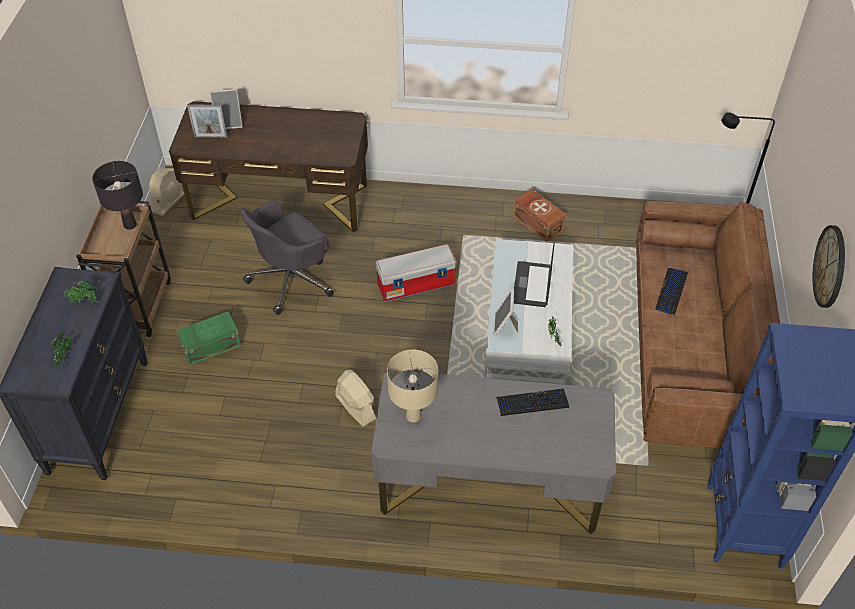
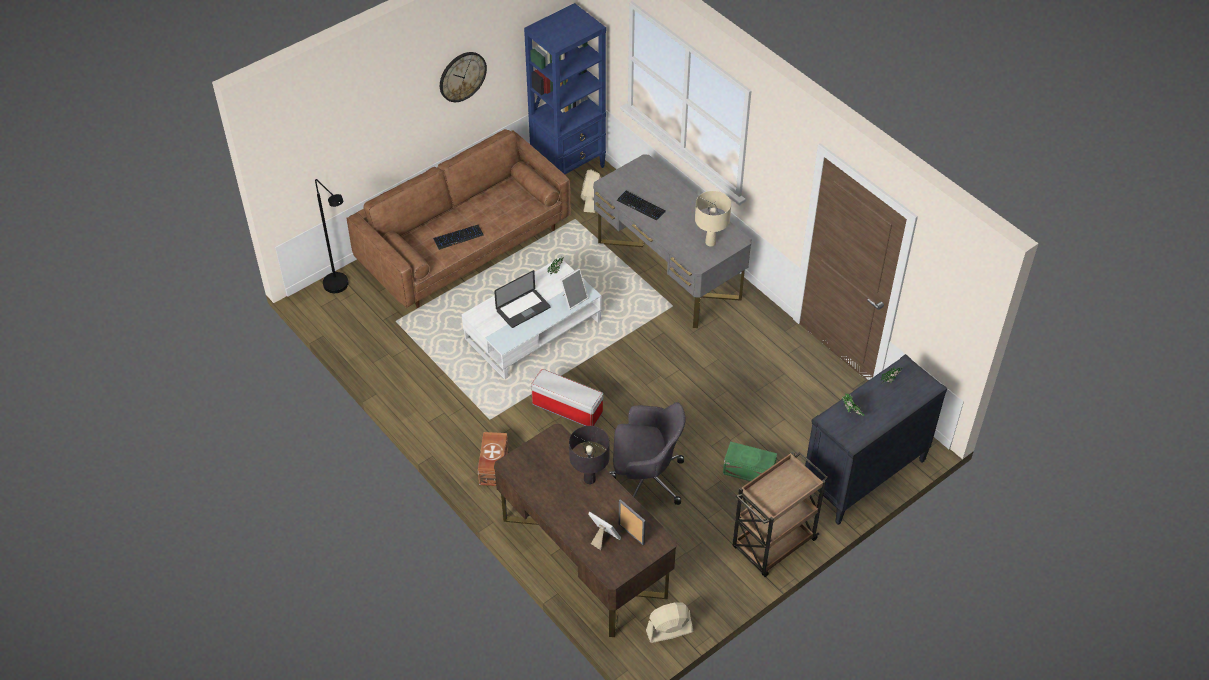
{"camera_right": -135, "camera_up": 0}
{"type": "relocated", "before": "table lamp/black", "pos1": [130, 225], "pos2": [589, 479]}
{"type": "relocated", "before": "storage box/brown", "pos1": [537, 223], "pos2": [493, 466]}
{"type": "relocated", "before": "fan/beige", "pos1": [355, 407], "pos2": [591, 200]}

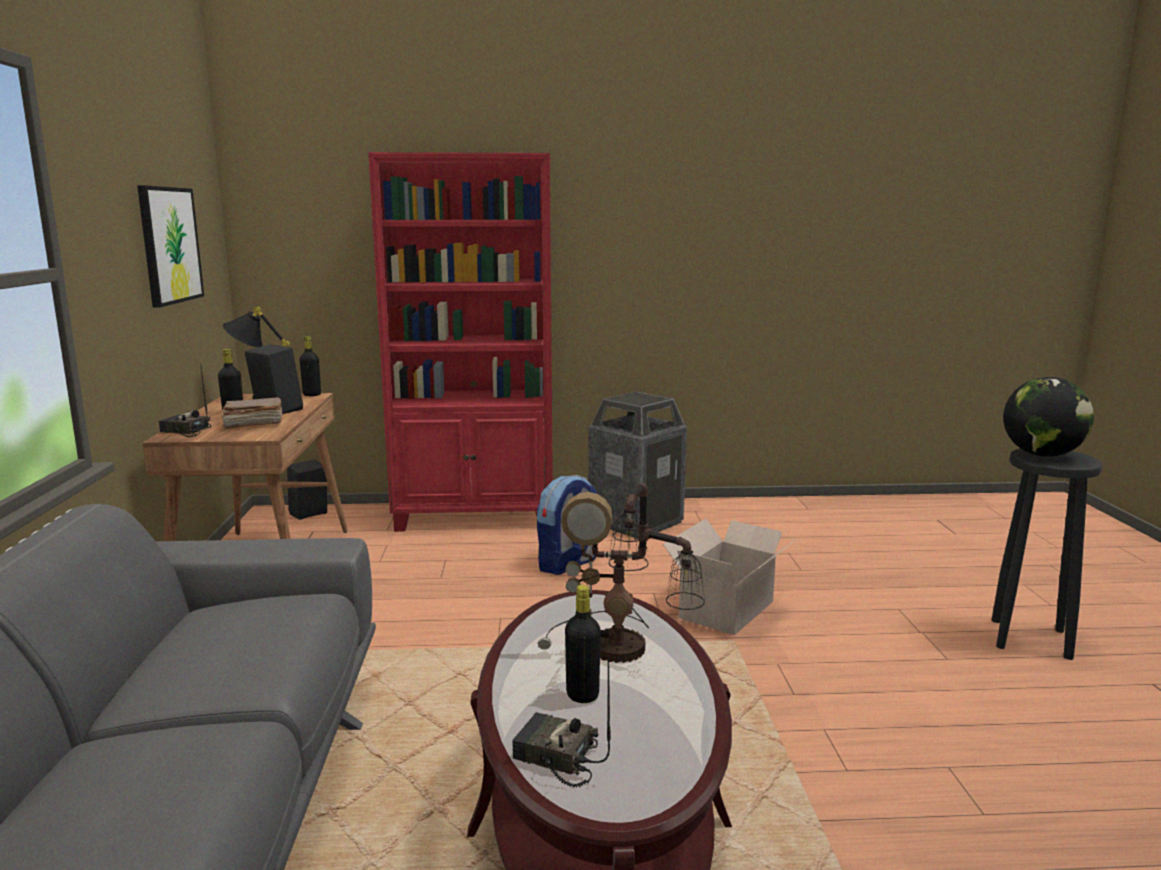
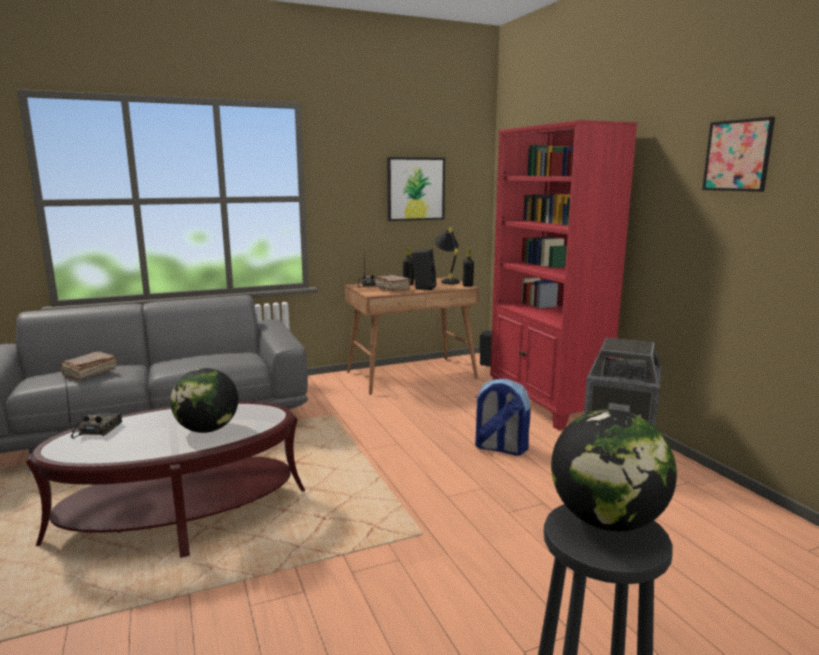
{"camera_right": 70, "camera_up": 0}
{"type": "exchanged", "before": "table lamp", "after": "globe", "pos1": [620, 651], "pos2": [207, 429]}
{"type": "missing", "before": "cardboard box", "pos1": [728, 608]}
{"type": "missing", "before": "bottle/black", "pos1": [582, 695]}
{"type": "appeared", "after": "picture", "pos2": [737, 155]}
{"type": "appeared", "after": "book/brown", "pos2": [89, 373]}

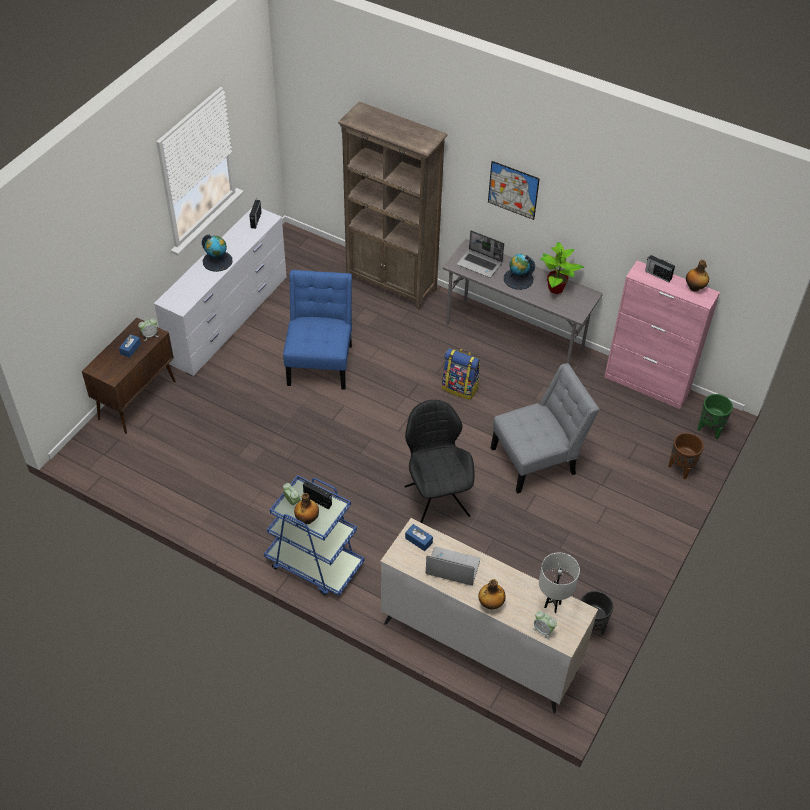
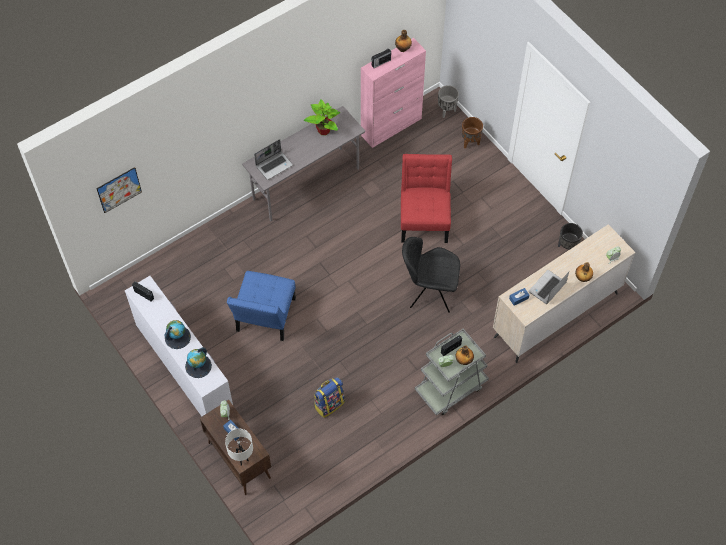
{"camera_right": -65, "camera_up": 10}
{"type": "missing", "before": "bookcase/brown", "pos1": [391, 283]}
{"type": "relocated", "before": "picture", "pos1": [513, 190], "pos2": [119, 190]}
{"type": "relocated", "before": "globe", "pos1": [518, 279], "pos2": [198, 366]}
{"type": "spun", "before": "chair/blue", "pos1": [320, 361], "pos2": [264, 318], "turn": -105}
{"type": "relocated", "before": "backpack", "pos1": [460, 388], "pos2": [329, 404]}
{"type": "colour", "before": "chair/grey", "after": "chair/red", "pos1": [537, 459], "pos2": [424, 219]}
{"type": "colour", "before": "planter/green", "after": "planter/grey", "pos1": [709, 430], "pos2": [447, 111]}
{"type": "colour", "before": "cart/blue", "after": "cart/grey", "pos1": [314, 564], "pos2": [450, 388]}
{"type": "relocated", "before": "table lamp/white", "pos1": [552, 605], "pos2": [242, 459]}

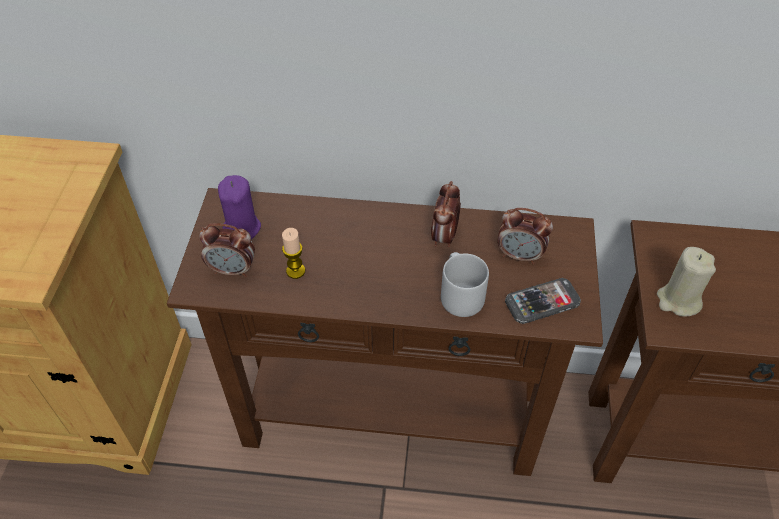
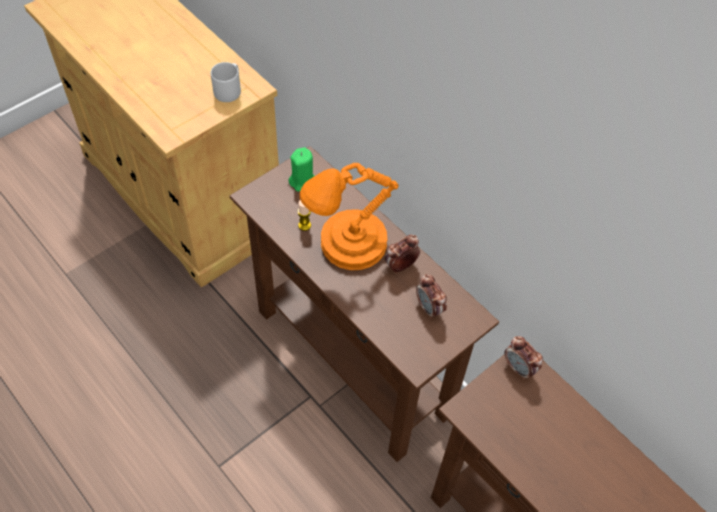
{"camera_right": 40, "camera_up": 5}
{"type": "colour", "before": "candle/purple", "after": "candle/green", "pos1": [241, 228], "pos2": [302, 181]}
{"type": "relocated", "before": "alarm clock", "pos1": [233, 270], "pos2": [519, 368]}
{"type": "missing", "before": "candle/beige", "pos1": [678, 300]}
{"type": "relocated", "before": "mug/grey", "pos1": [460, 295], "pos2": [229, 90]}
{"type": "missing", "before": "phone", "pos1": [542, 302]}
{"type": "appeared", "after": "table lamp/orange", "pos2": [348, 245]}

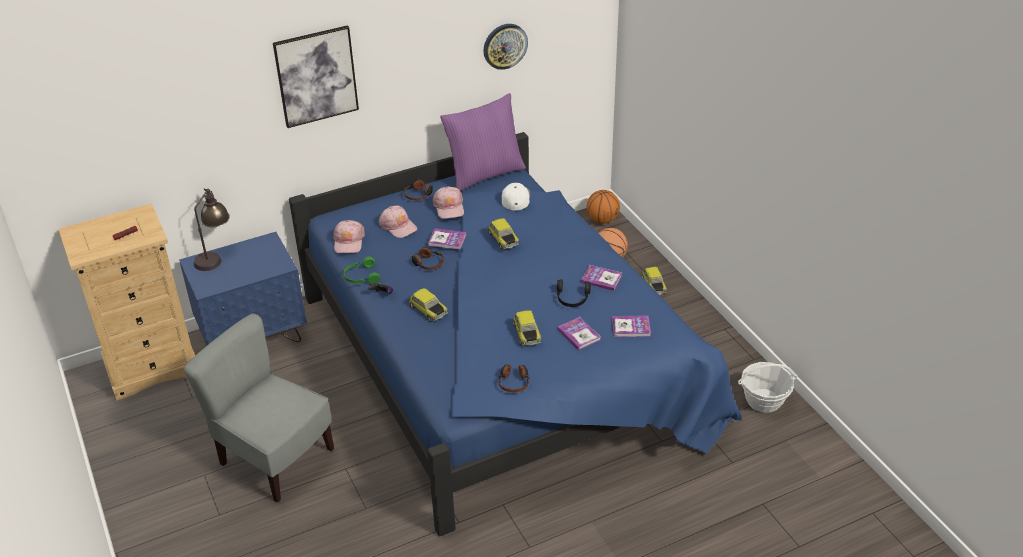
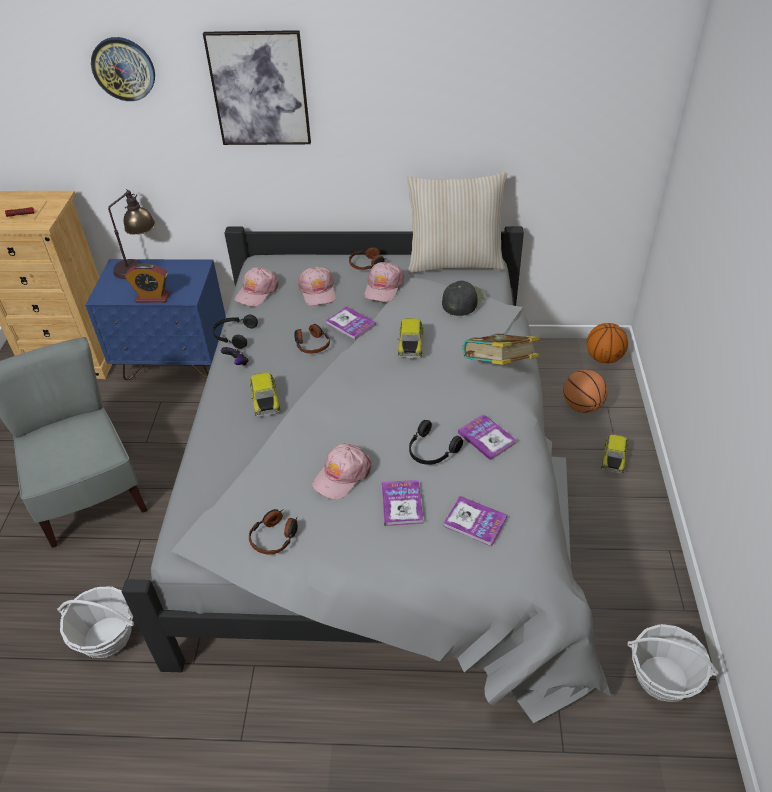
{"camera_right": 30, "camera_up": 5}
{"type": "relocated", "before": "wall clock", "pos1": [505, 46], "pos2": [123, 69]}
{"type": "colour", "before": "pillow/purple", "after": "pillow/beige", "pos1": [484, 173], "pos2": [455, 262]}
{"type": "colour", "before": "bed/blue", "after": "bed/grey", "pos1": [504, 363], "pos2": [381, 487]}
{"type": "colour", "before": "cap/white", "after": "cap/black", "pos1": [515, 198], "pos2": [463, 300]}
{"type": "colour", "before": "headphones/green", "after": "headphones/black", "pos1": [361, 277], "pos2": [234, 335]}
{"type": "exchanged", "before": "toy car", "after": "cap/pink", "pos1": [526, 333], "pos2": [341, 475]}
{"type": "appeared", "after": "alarm clock", "pos2": [153, 297]}
{"type": "appeared", "after": "book", "pos2": [498, 368]}
{"type": "appeared", "after": "basket", "pos2": [107, 637]}

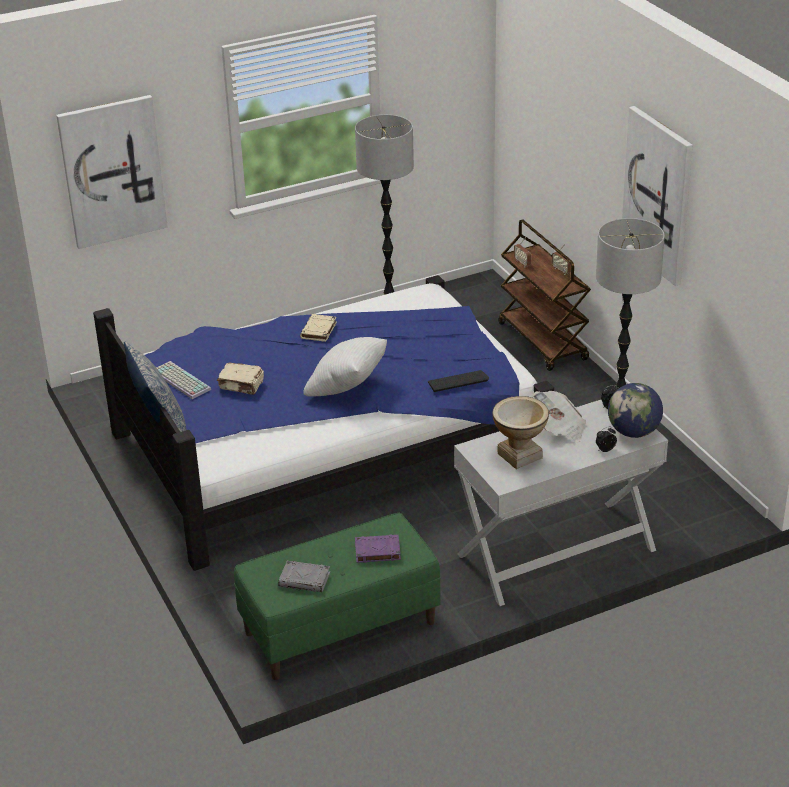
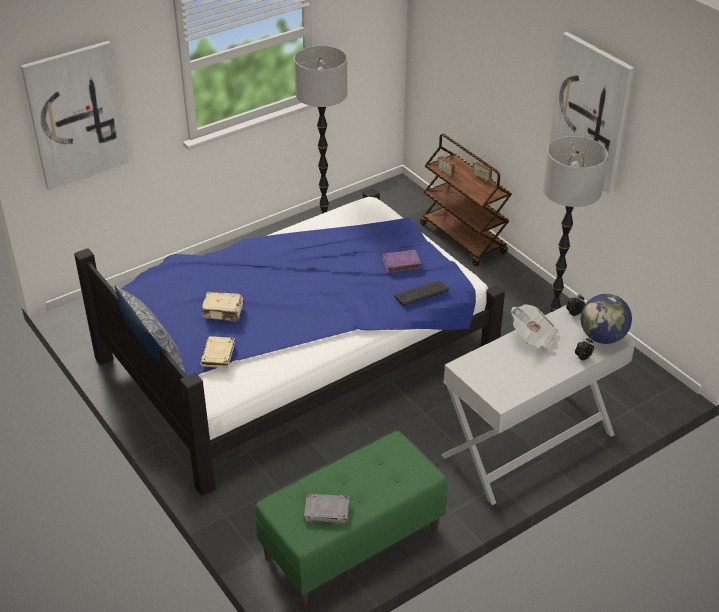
{"camera_right": -10, "camera_up": 5}
{"type": "relocated", "before": "book/beige", "pos1": [318, 331], "pos2": [218, 355]}
{"type": "missing", "before": "pillow/white", "pos1": [347, 388]}
{"type": "missing", "before": "keyboard", "pos1": [179, 381]}
{"type": "missing", "before": "vase", "pos1": [519, 456]}
{"type": "relocated", "before": "book/purple", "pos1": [377, 551], "pos2": [400, 263]}

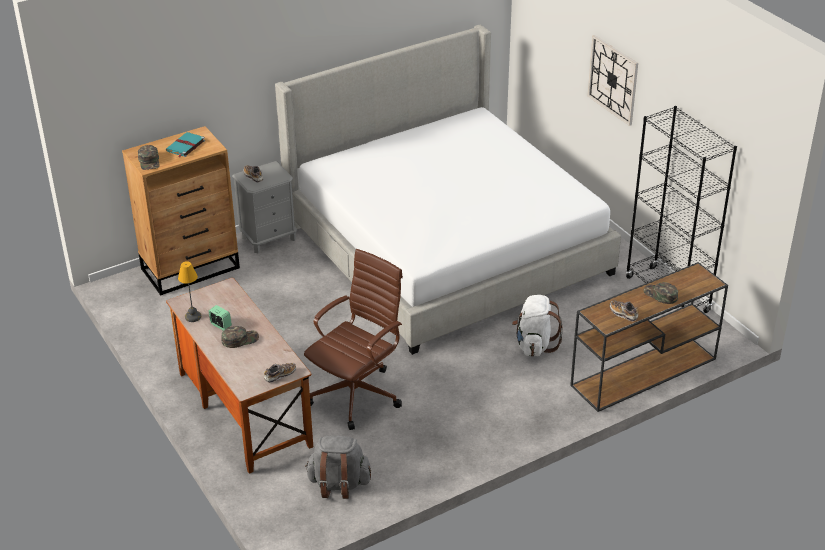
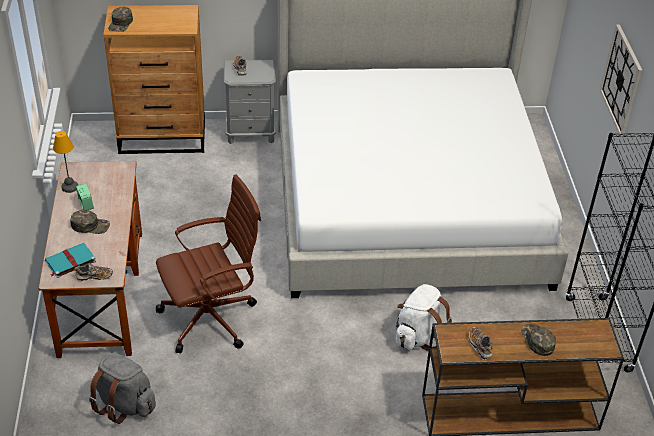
{"camera_right": 25, "camera_up": 5}
{"type": "relocated", "before": "book/turquoise", "pos1": [185, 146], "pos2": [70, 261]}

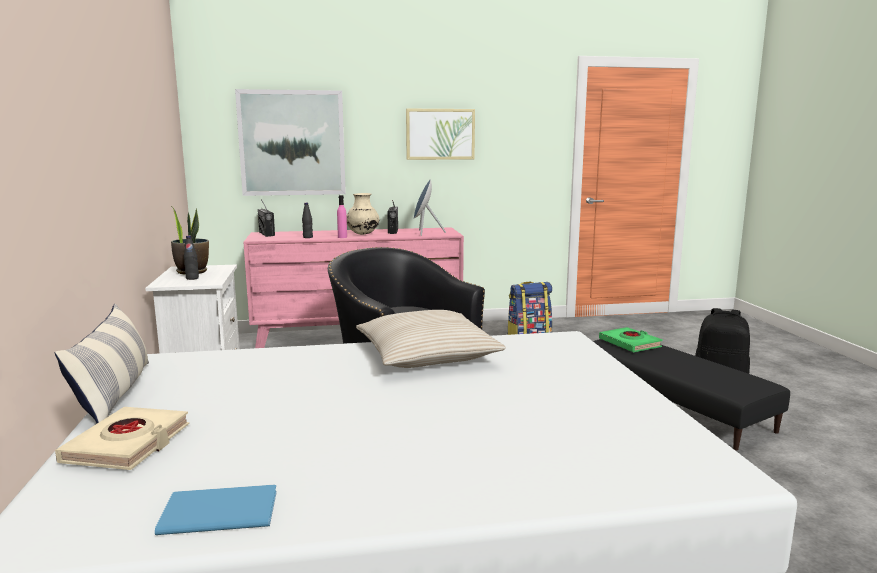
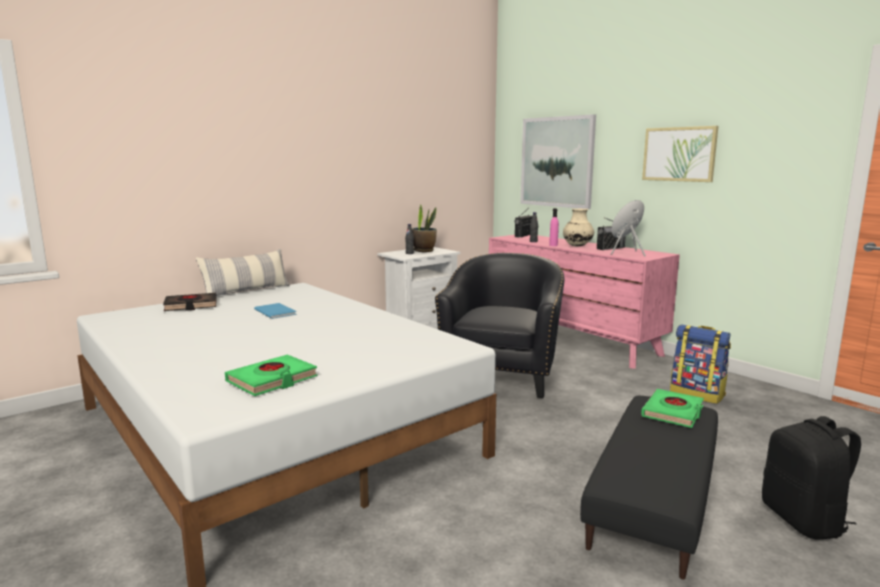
{"camera_right": 60, "camera_up": 0}
{"type": "missing", "before": "pillow/beige", "pos1": [427, 355]}
{"type": "colour", "before": "book/beige", "after": "book/black", "pos1": [128, 444], "pos2": [191, 306]}
{"type": "relocated", "before": "book/blue", "pos1": [217, 511], "pos2": [276, 311]}
{"type": "appeared", "after": "book/green", "pos2": [272, 380]}

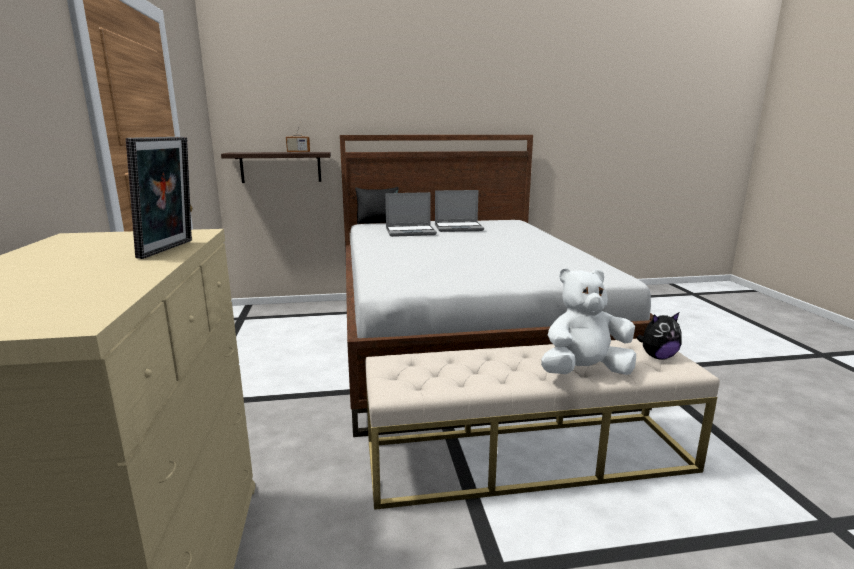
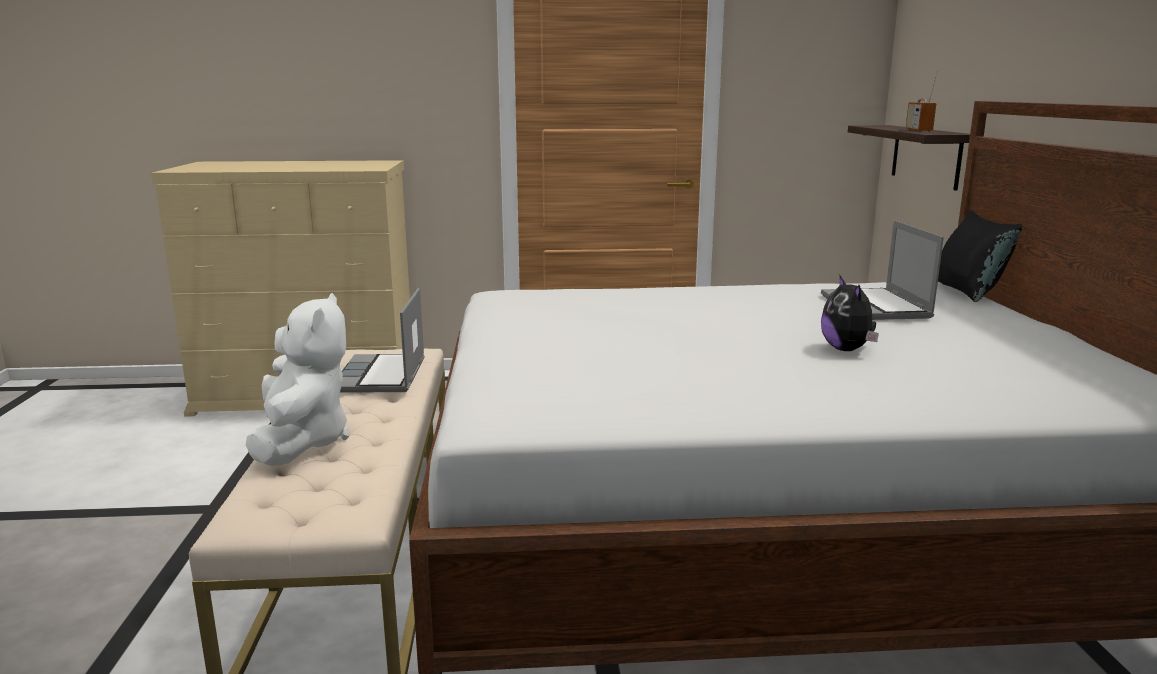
{"camera_right": 95, "camera_up": 0}
{"type": "missing", "before": "picture frame", "pos1": [170, 249]}
{"type": "relocated", "before": "laptop", "pos1": [459, 228], "pos2": [382, 376]}
{"type": "relocated", "before": "plush toy", "pos1": [657, 356], "pos2": [847, 349]}

